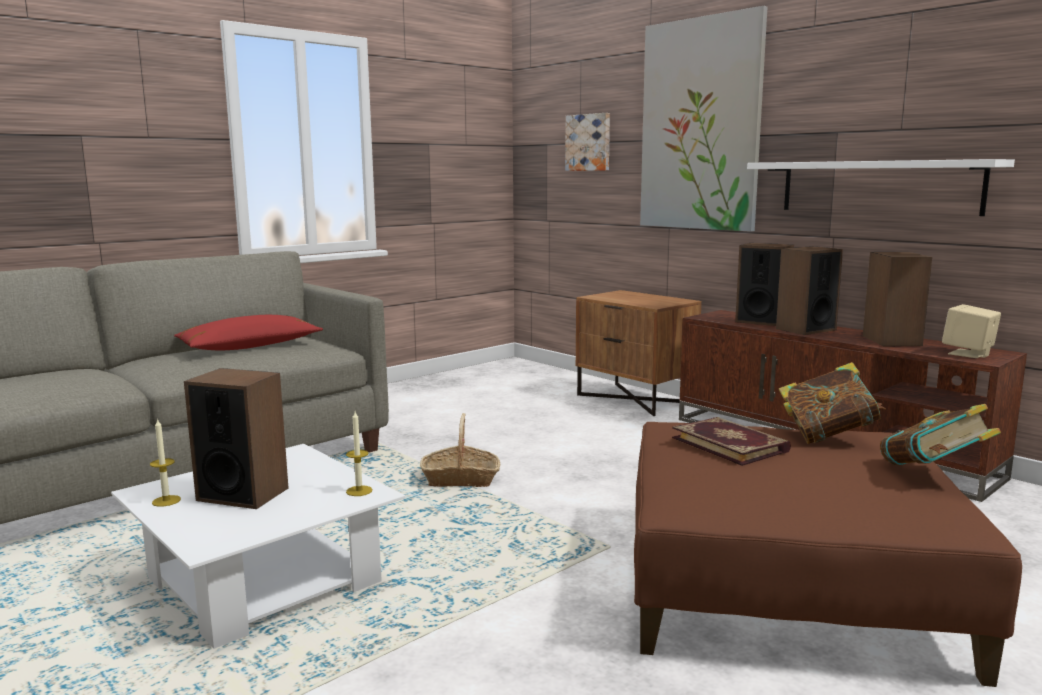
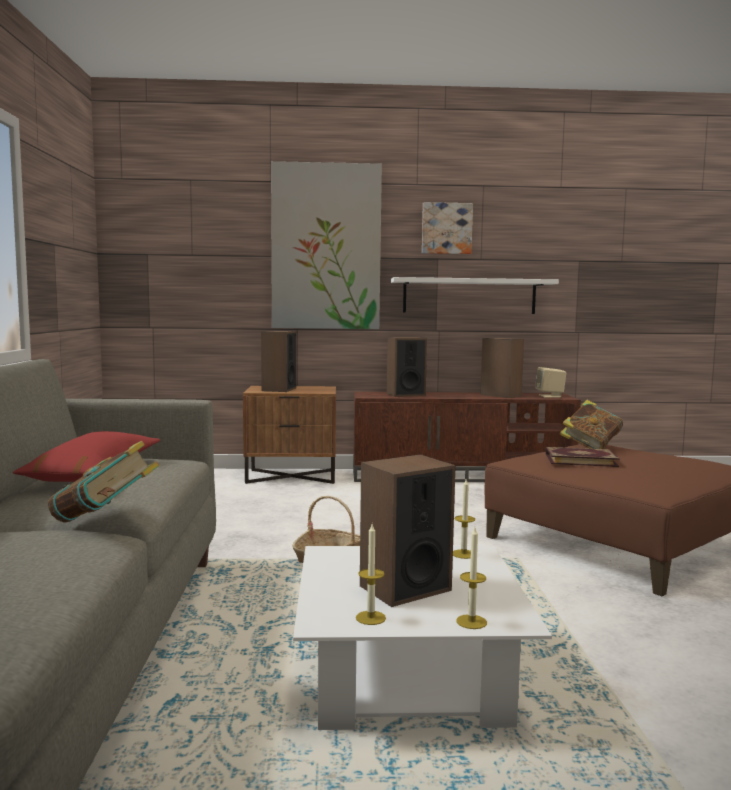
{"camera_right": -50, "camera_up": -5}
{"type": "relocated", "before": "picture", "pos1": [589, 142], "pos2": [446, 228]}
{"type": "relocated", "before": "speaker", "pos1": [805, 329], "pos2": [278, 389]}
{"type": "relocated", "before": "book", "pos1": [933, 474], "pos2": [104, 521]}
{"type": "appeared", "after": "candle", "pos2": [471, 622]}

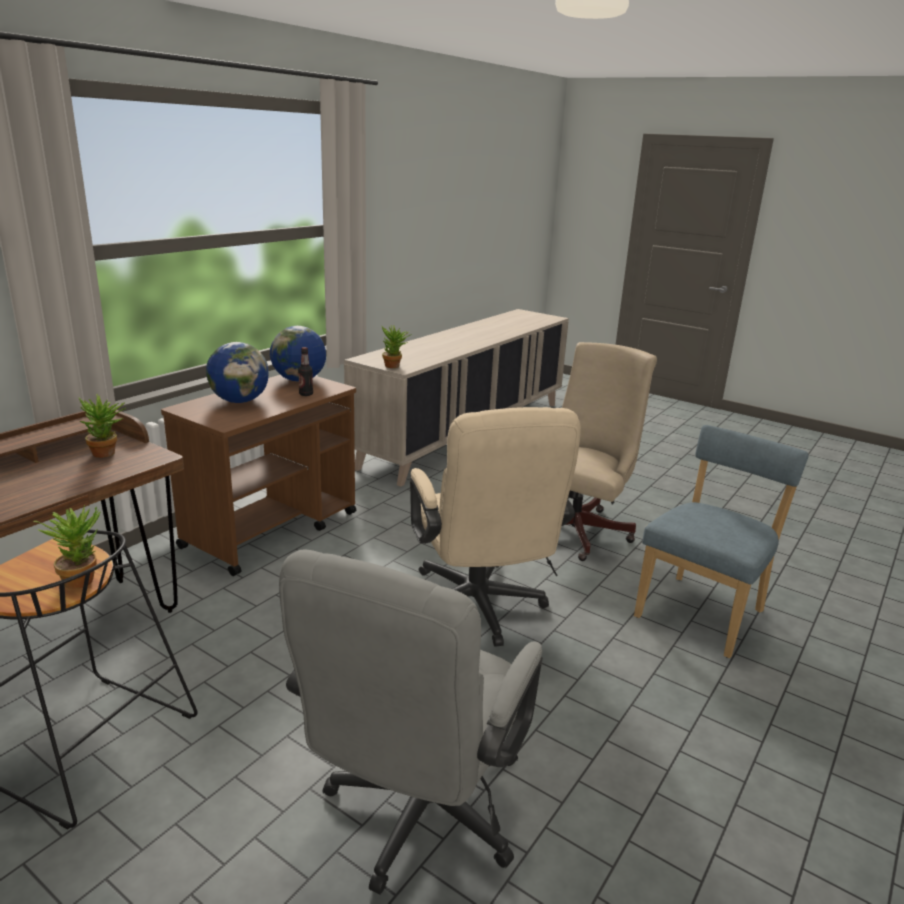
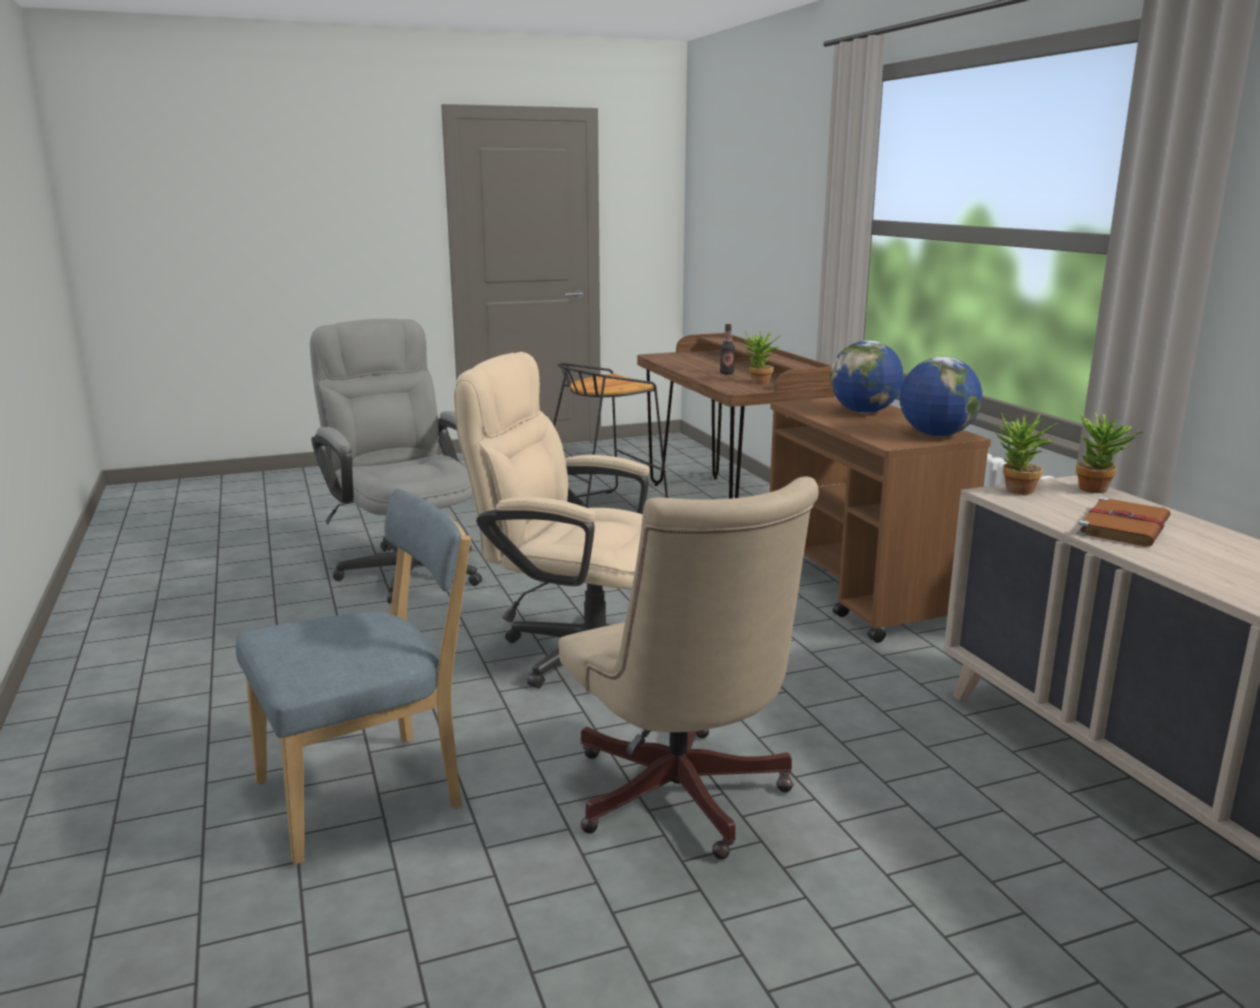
{"camera_right": 125, "camera_up": -5}
{"type": "relocated", "before": "bottle", "pos1": [306, 394], "pos2": [726, 373]}
{"type": "spun", "before": "chair/blue", "pos1": [703, 612], "pos2": [369, 792], "turn": -105}
{"type": "relocated", "before": "potted plant", "pos1": [81, 578], "pos2": [1099, 490]}
{"type": "appeared", "after": "book/brown", "pos2": [1124, 526]}

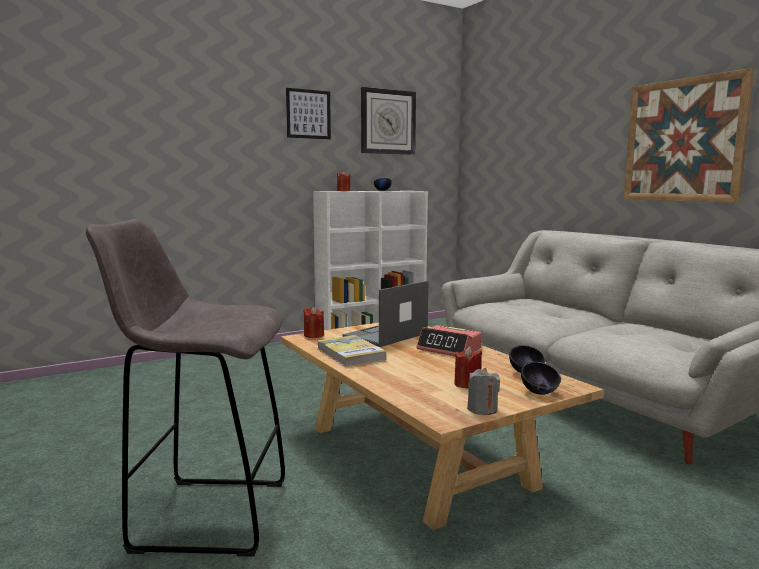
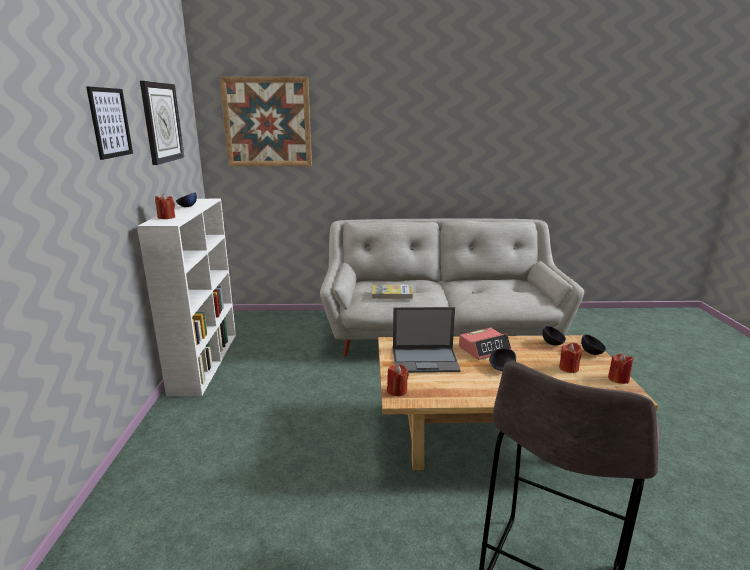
{"camera_right": -60, "camera_up": 10}
{"type": "relocated", "before": "picture", "pos1": [683, 140], "pos2": [267, 122]}
{"type": "spun", "before": "laptop", "pos1": [385, 335], "pos2": [426, 360], "turn": -75}
{"type": "relocated", "before": "book", "pos1": [350, 354], "pos2": [392, 294]}
{"type": "colour", "before": "candle/grey", "after": "candle/red", "pos1": [482, 409], "pos2": [618, 379]}
{"type": "appeared", "after": "bowl/black", "pos2": [501, 369]}

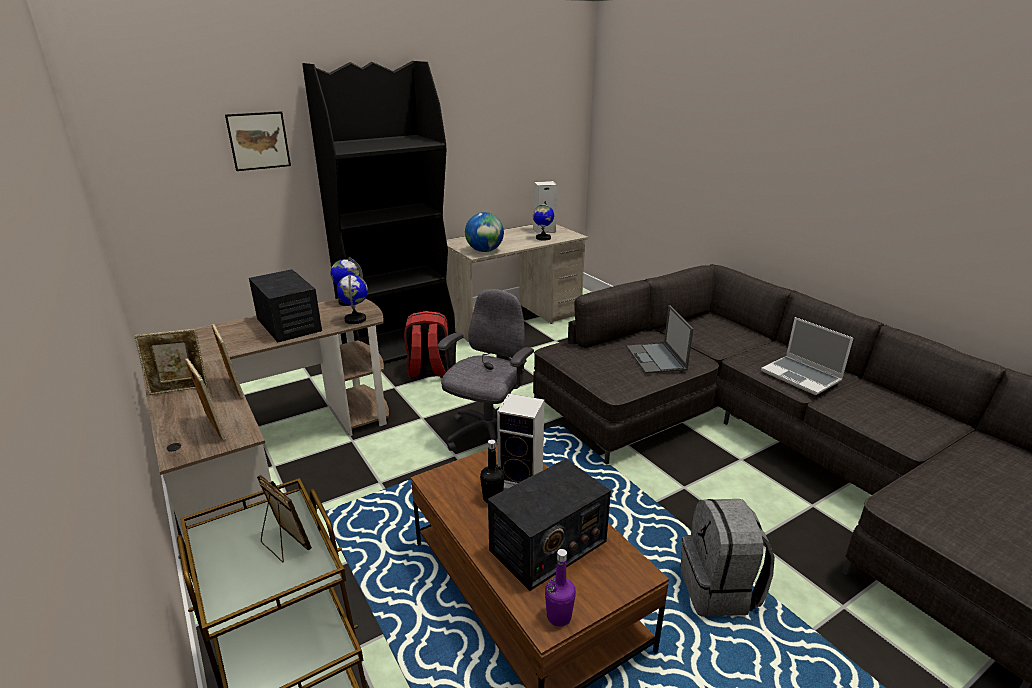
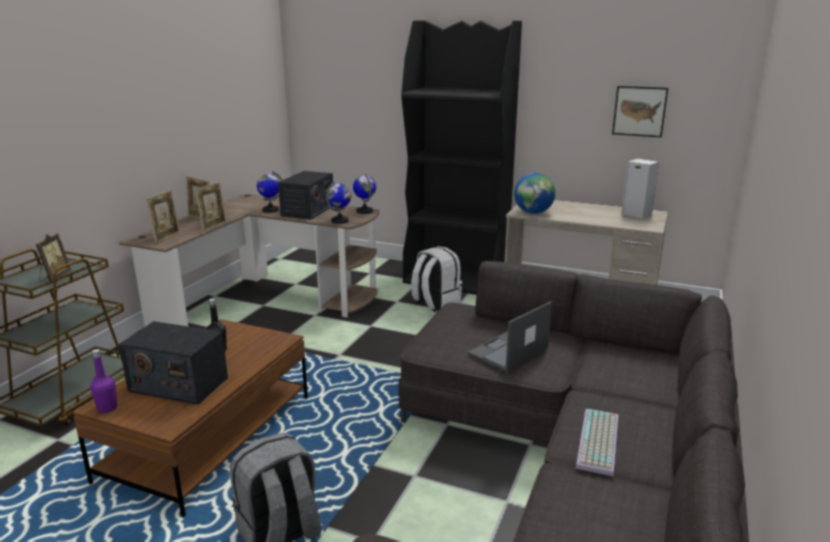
{"camera_right": 55, "camera_up": -5}
{"type": "relocated", "before": "picture", "pos1": [258, 141], "pos2": [639, 111]}
{"type": "relocated", "before": "globe", "pos1": [543, 238], "pos2": [270, 210]}
{"type": "missing", "before": "office chair/grey", "pos1": [488, 436]}
{"type": "colour", "before": "backpack/red", "after": "backpack/white", "pos1": [428, 371], "pos2": [435, 304]}
{"type": "exchanged", "before": "laptop", "after": "keyboard", "pos1": [802, 376], "pos2": [600, 442]}
{"type": "missing", "before": "speaker", "pos1": [522, 480]}

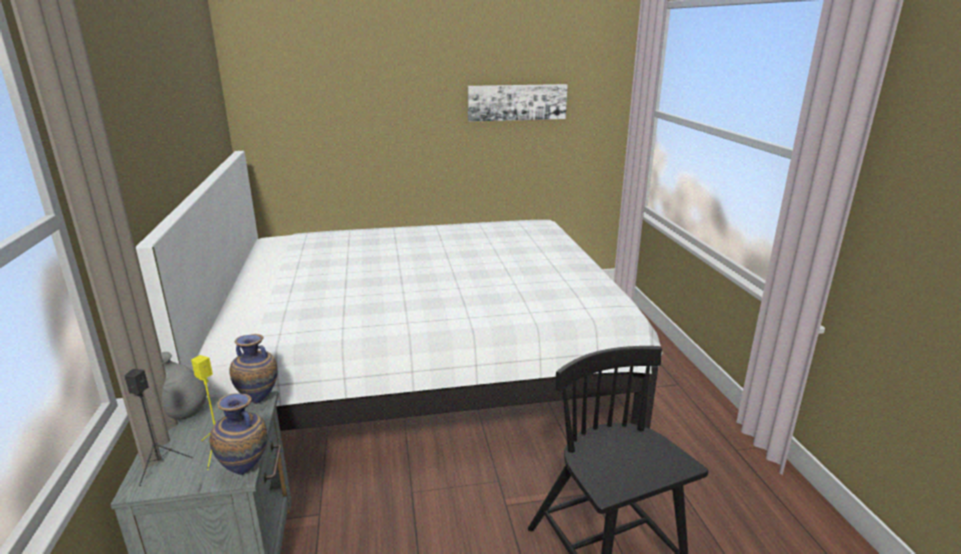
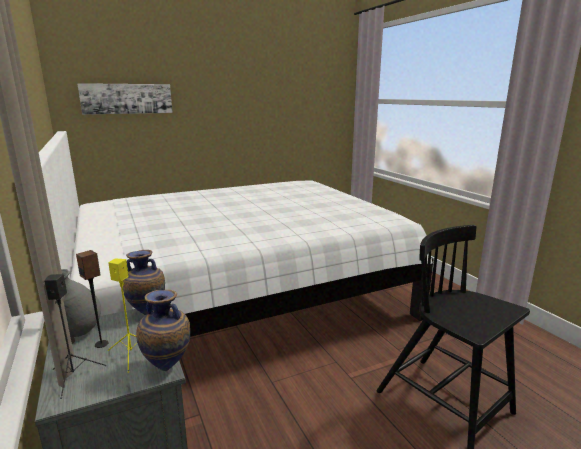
{"camera_right": -15, "camera_up": -5}
{"type": "relocated", "before": "picture", "pos1": [517, 102], "pos2": [127, 98]}
{"type": "appeared", "after": "speaker", "pos2": [102, 344]}

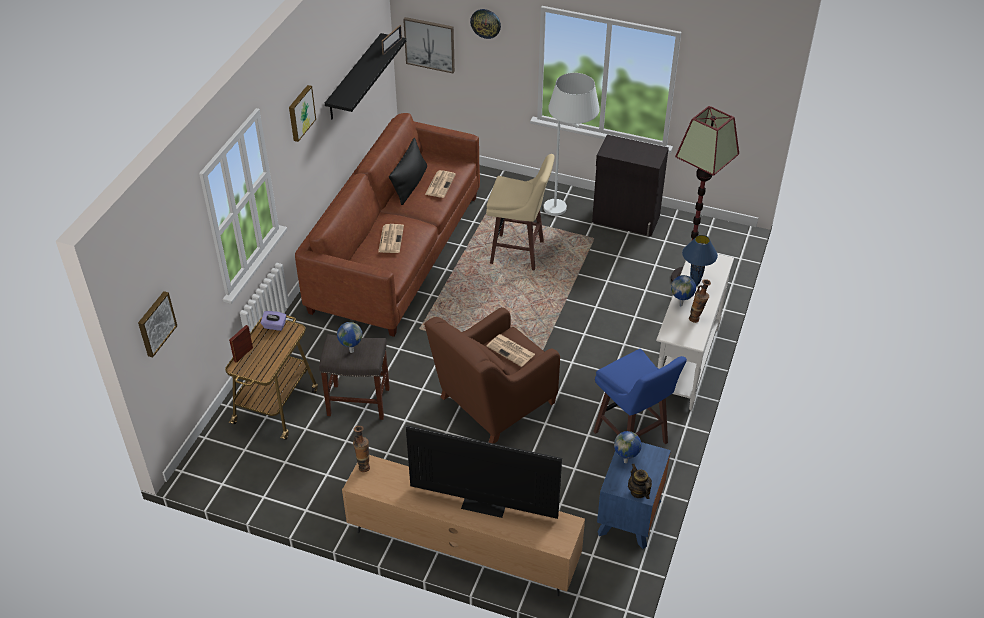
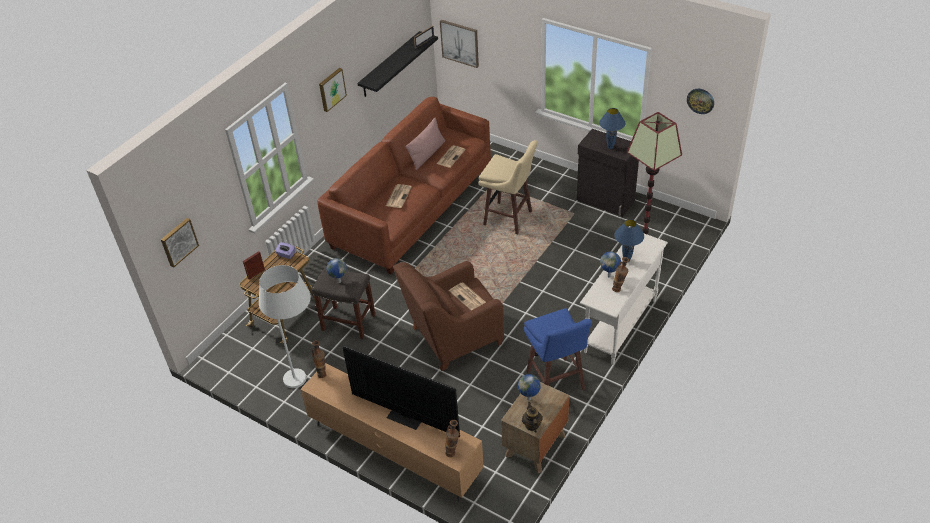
{"camera_right": 15, "camera_up": 0}
{"type": "relocated", "before": "wall clock", "pos1": [485, 23], "pos2": [700, 100]}
{"type": "relocated", "before": "floor lamp/white", "pos1": [568, 209], "pos2": [306, 382]}
{"type": "colour", "before": "pillow/black", "after": "pillow/pink", "pos1": [410, 184], "pos2": [427, 154]}
{"type": "colour", "before": "nightstand/blue", "after": "nightstand/brown", "pos1": [629, 517], "pos2": [535, 445]}
{"type": "appeared", "after": "table lamp/blue", "pos2": [610, 147]}
{"type": "appeared", "after": "vase", "pos2": [453, 452]}

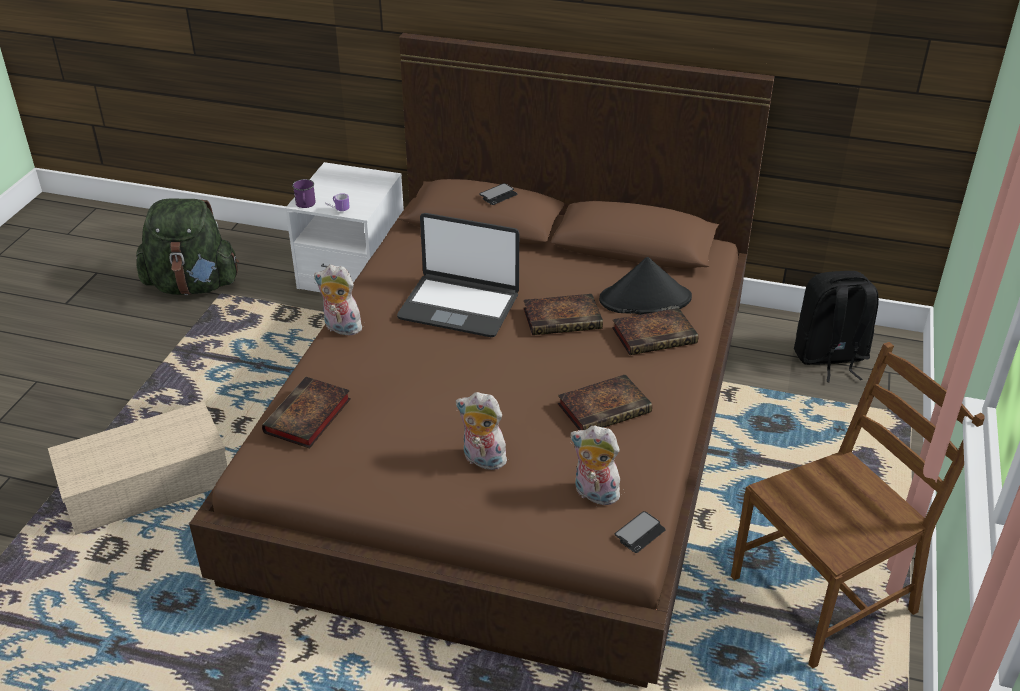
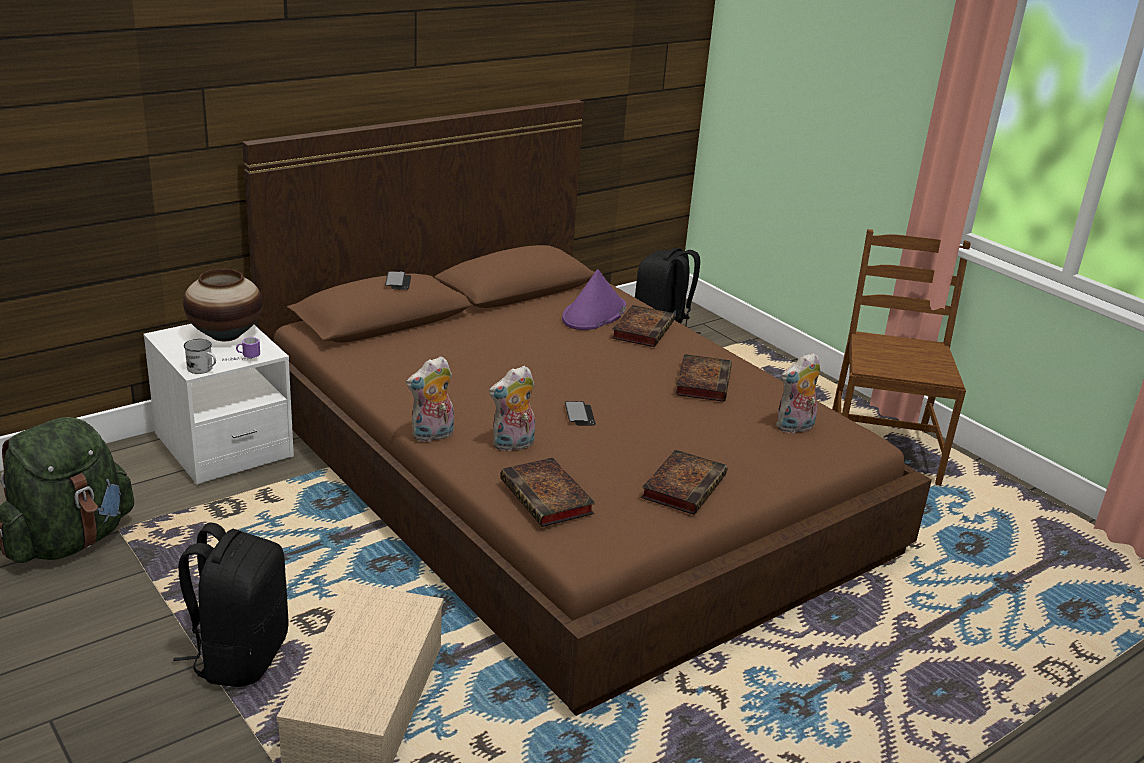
{"camera_right": -55, "camera_up": -10}
{"type": "colour", "before": "mug/purple", "after": "mug/white", "pos1": [305, 205], "pos2": [203, 369]}
{"type": "missing", "before": "laptop", "pos1": [459, 306]}
{"type": "colour", "before": "hat/black", "after": "hat/purple", "pos1": [644, 300], "pos2": [594, 314]}
{"type": "relocated", "before": "book", "pos1": [564, 318], "pos2": [684, 486]}
{"type": "relocated", "before": "plush toy", "pos1": [482, 460], "pos2": [513, 445]}
{"type": "relocated", "before": "phone", "pos1": [640, 533], "pos2": [579, 415]}
{"type": "appeared", "after": "vase", "pos2": [226, 335]}
{"type": "appeared", "after": "backpack/black", "pos2": [239, 656]}

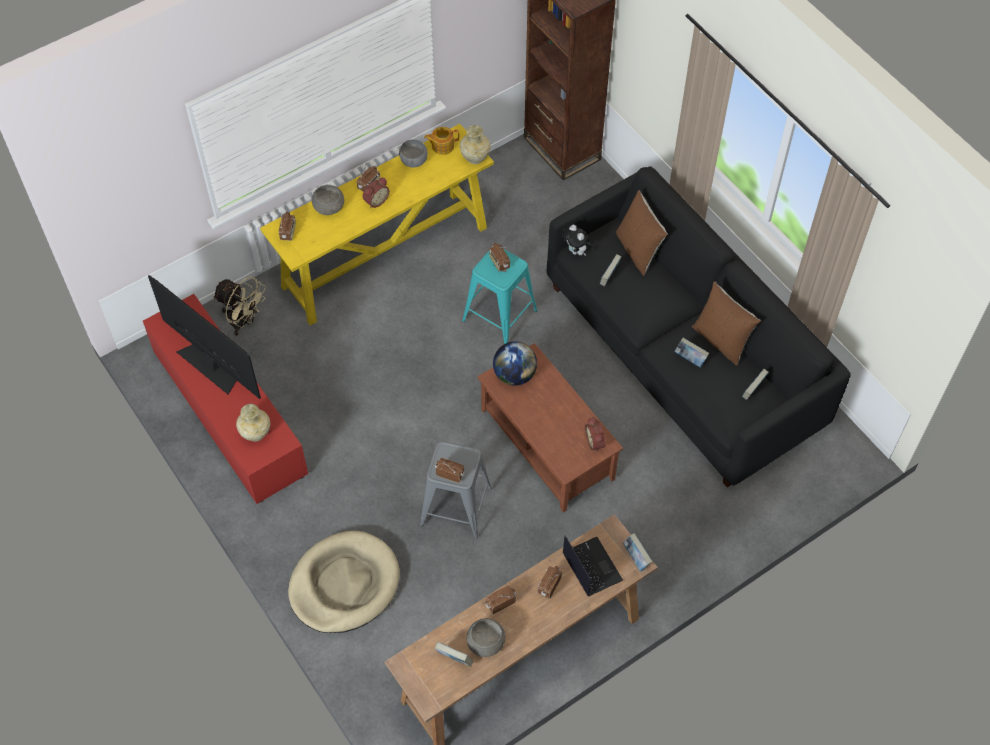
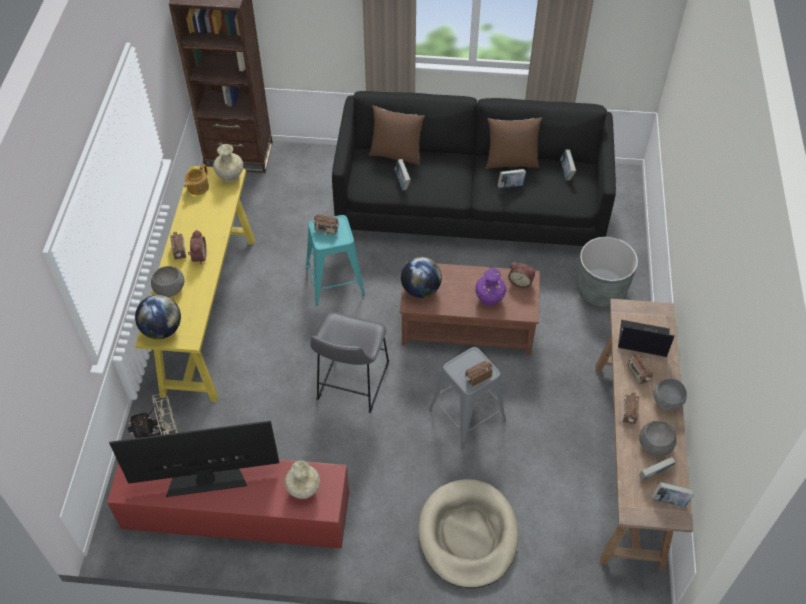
{"camera_right": -50, "camera_up": -5}
{"type": "relocated", "before": "bowl/grey", "pos1": [413, 162], "pos2": [667, 402]}
{"type": "exchanged", "before": "radio", "after": "globe", "pos1": [288, 232], "pos2": [162, 329]}
{"type": "missing", "before": "plush toy", "pos1": [576, 251]}
{"type": "relocated", "before": "book", "pos1": [636, 558], "pos2": [669, 501]}
{"type": "appeared", "after": "planter/grey", "pos2": [600, 289]}
{"type": "appeared", "after": "vase/purple", "pos2": [489, 299]}
{"type": "appeared", "after": "stool/grey", "pos2": [351, 384]}

